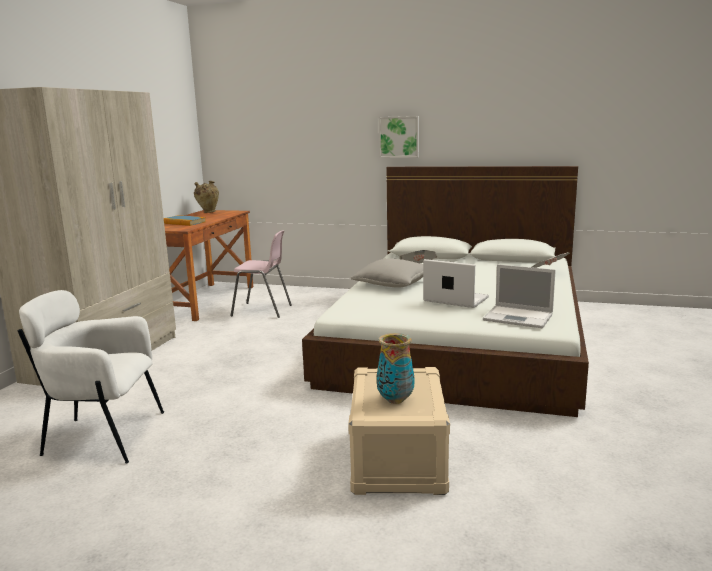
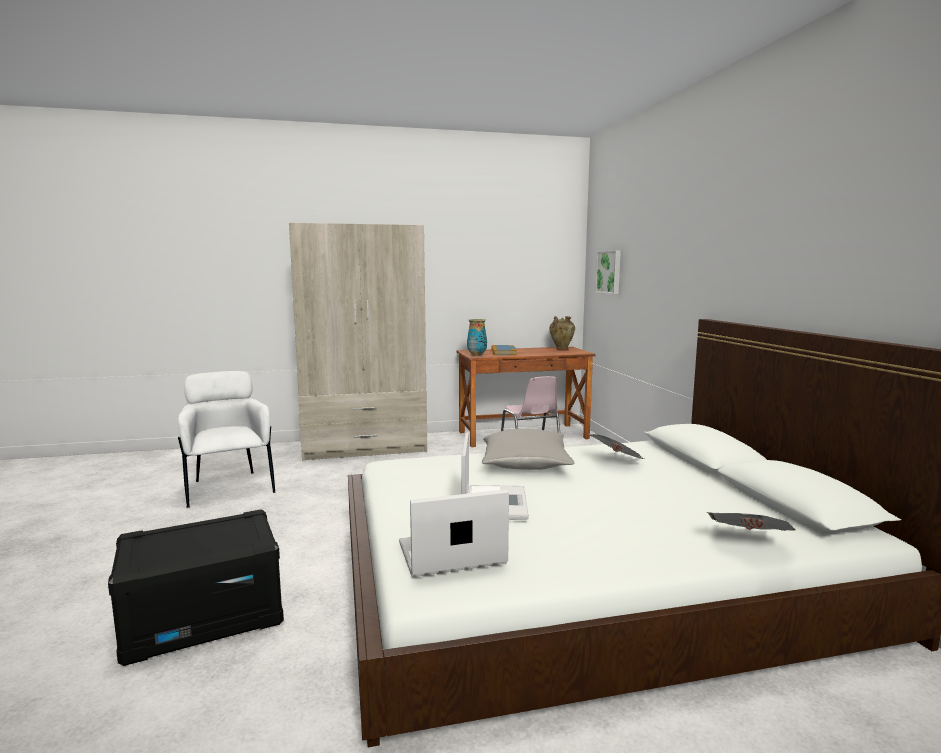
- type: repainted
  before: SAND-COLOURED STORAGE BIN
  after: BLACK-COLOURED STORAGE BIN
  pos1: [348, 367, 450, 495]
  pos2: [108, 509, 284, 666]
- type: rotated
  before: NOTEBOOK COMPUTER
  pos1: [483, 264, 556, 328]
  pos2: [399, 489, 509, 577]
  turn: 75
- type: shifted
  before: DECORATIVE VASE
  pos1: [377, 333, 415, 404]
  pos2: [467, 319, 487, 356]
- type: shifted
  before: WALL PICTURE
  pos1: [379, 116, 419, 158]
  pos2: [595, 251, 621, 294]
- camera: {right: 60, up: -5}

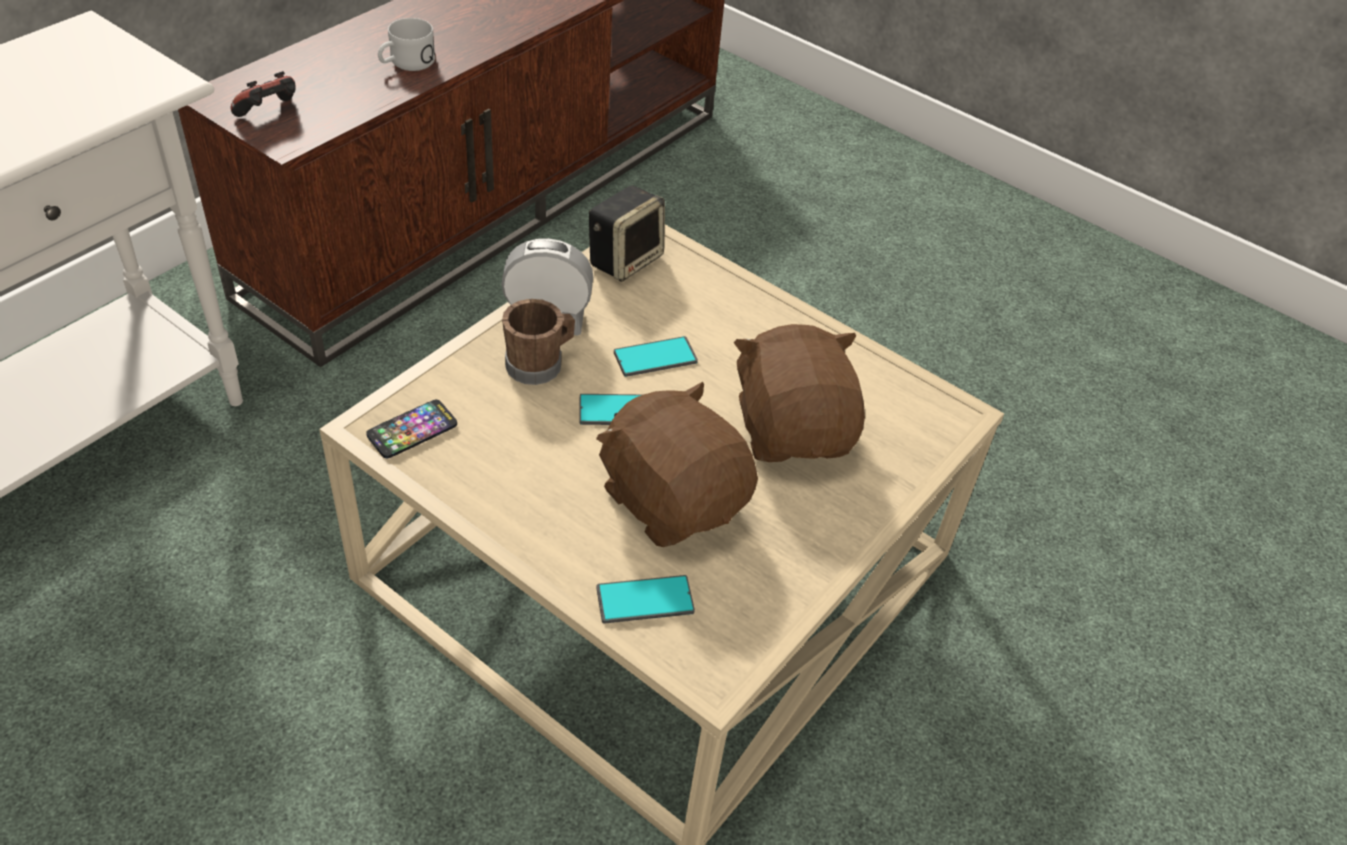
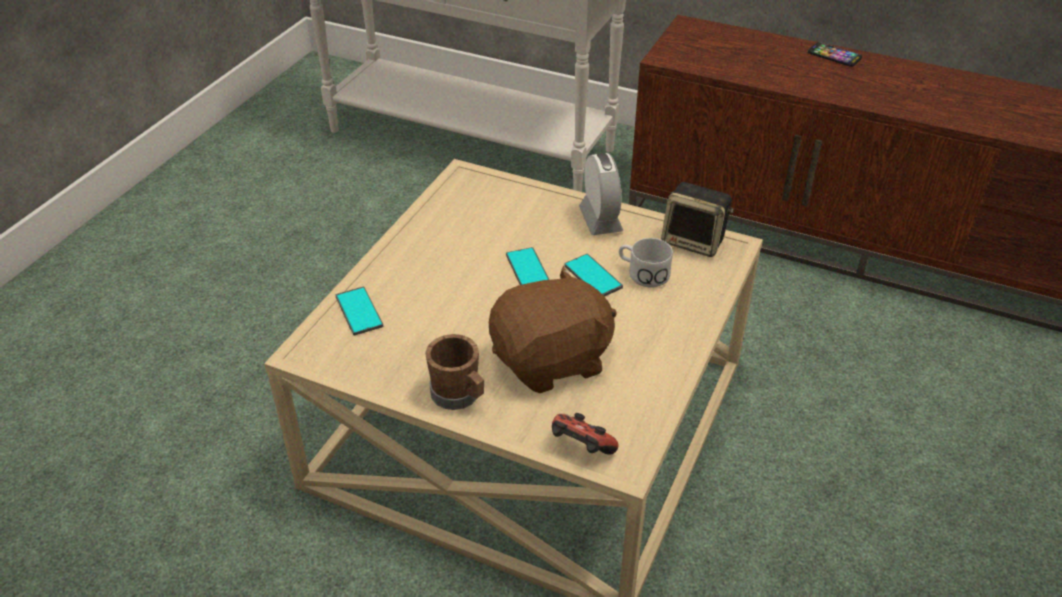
- type: shifted
  before: BROWNISH COFFEE MUG
  pos1: [502, 299, 575, 385]
  pos2: [425, 334, 484, 410]
- type: shifted
  before: GAME CONTROLLER
  pos1: [231, 71, 295, 117]
  pos2: [552, 413, 619, 455]
- type: shifted
  before: WHITISH COFFEE MUG
  pos1: [378, 18, 435, 71]
  pos2: [619, 238, 673, 288]
- type: shifted
  before: TELEPHONE
  pos1: [366, 400, 457, 458]
  pos2: [808, 42, 862, 67]
- type: gone
  before: BROWNISH SOFT TOY
  pos1: [596, 382, 758, 547]
- camera: {right: 80, up: -5}

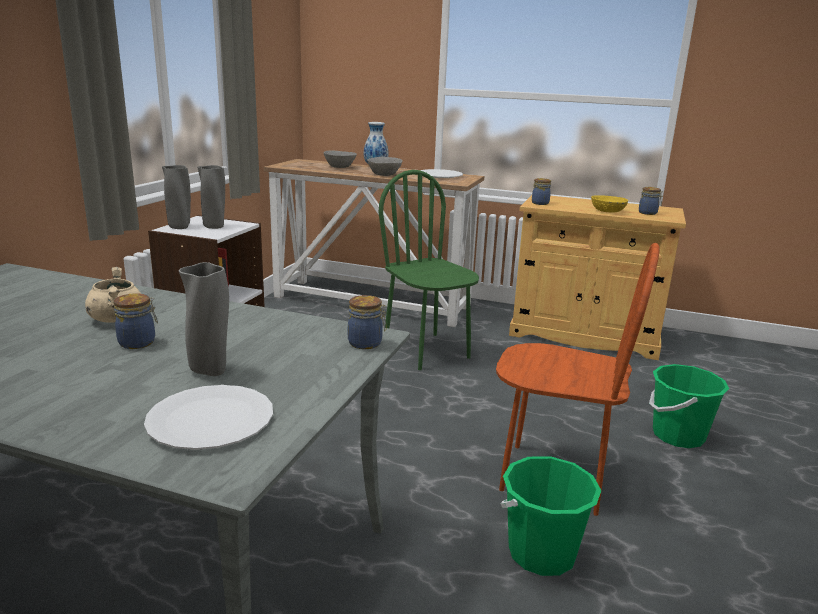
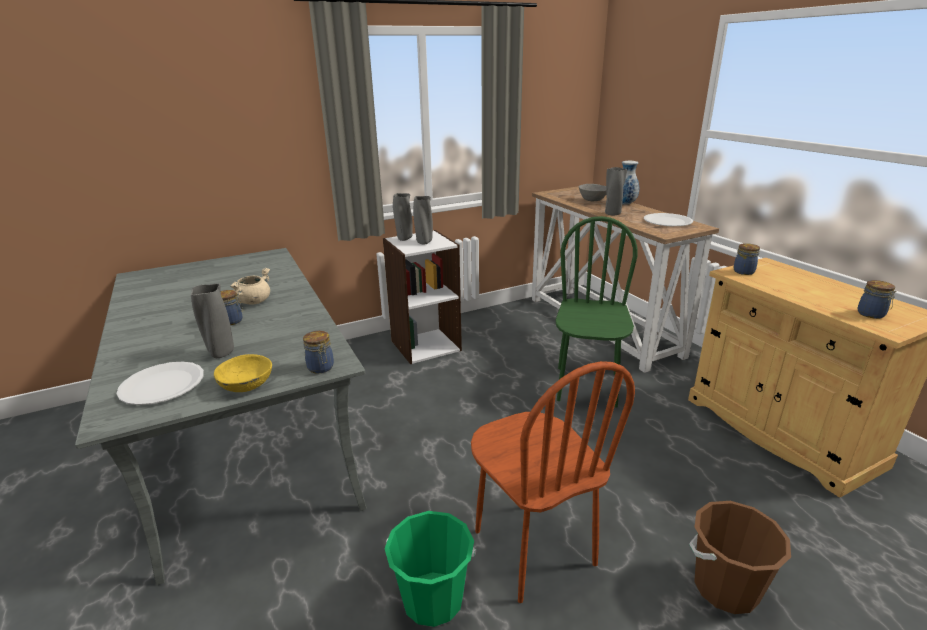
- type: shifted
  before: YELLOW-COLOURED DEEP DISH
  pos1: [591, 196, 628, 213]
  pos2: [214, 354, 272, 392]
- type: swapped
  before: GRAY DEEP DISH
  after: GRAY DECORATIVE VASE
  pos1: [367, 157, 402, 176]
  pos2: [605, 167, 628, 215]
- type: repainted
  before: GREEN PAIL
  after: BROWNISH PAIL
  pos1: [649, 364, 729, 448]
  pos2: [689, 501, 791, 614]
- camera: {right: 45, up: 5}

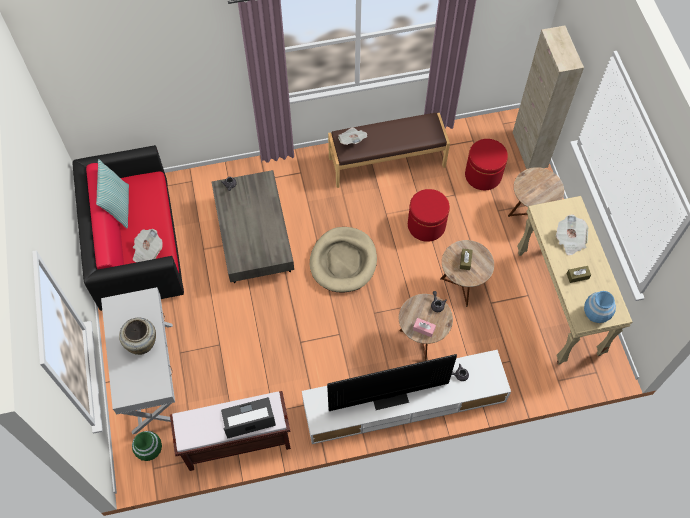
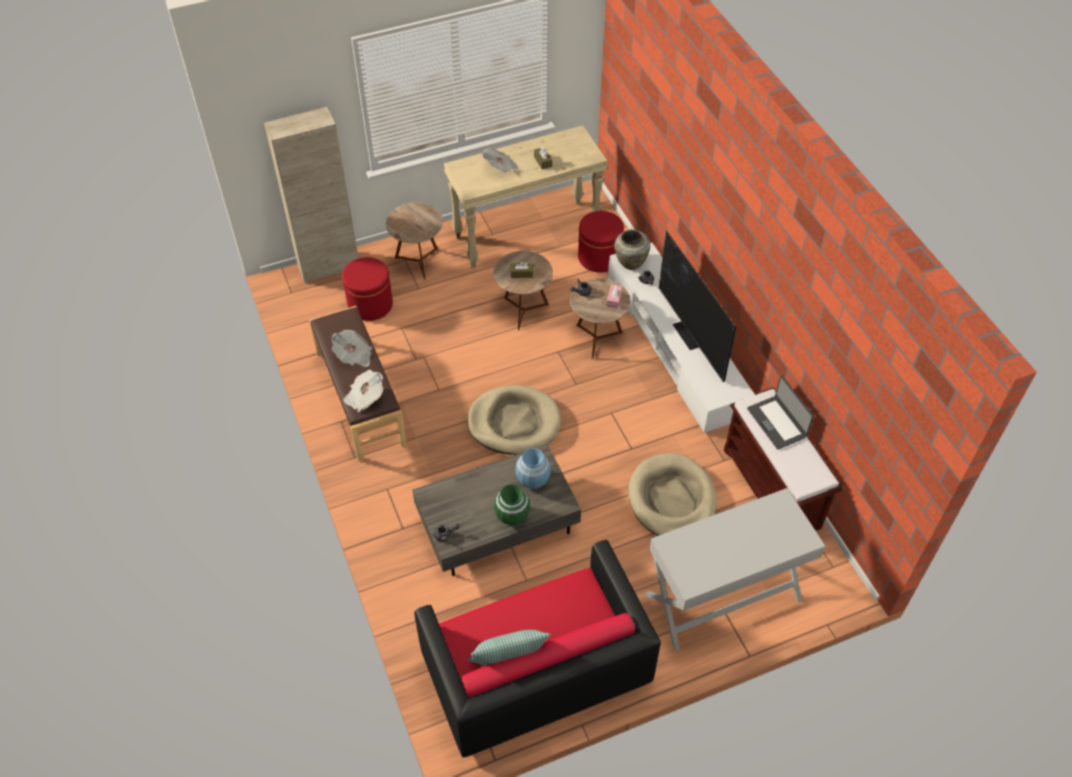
- type: shifted
  before: NEWSPAPER
  pos1: [133, 229, 163, 262]
  pos2: [331, 330, 372, 367]
- type: shifted
  before: GREEN DECORATIVE VASE
  pos1: [132, 431, 162, 461]
  pos2: [494, 484, 530, 526]
- type: shifted
  before: BLUISH DECORATIVE VASE
  pos1: [584, 291, 616, 323]
  pos2: [515, 448, 551, 489]
- type: shifted
  before: RED OTTOMAN
  pos1: [408, 189, 450, 242]
  pos2: [578, 211, 624, 273]
- type: shifted
  before: SAND-COLOURED DECORATIVE VASE
  pos1: [119, 318, 156, 355]
  pos2: [614, 229, 650, 270]
- type: new
  after: SAND-COLOURED DOG BED
  pos2: [628, 453, 717, 536]
- camera: {right: -100, up: -10}

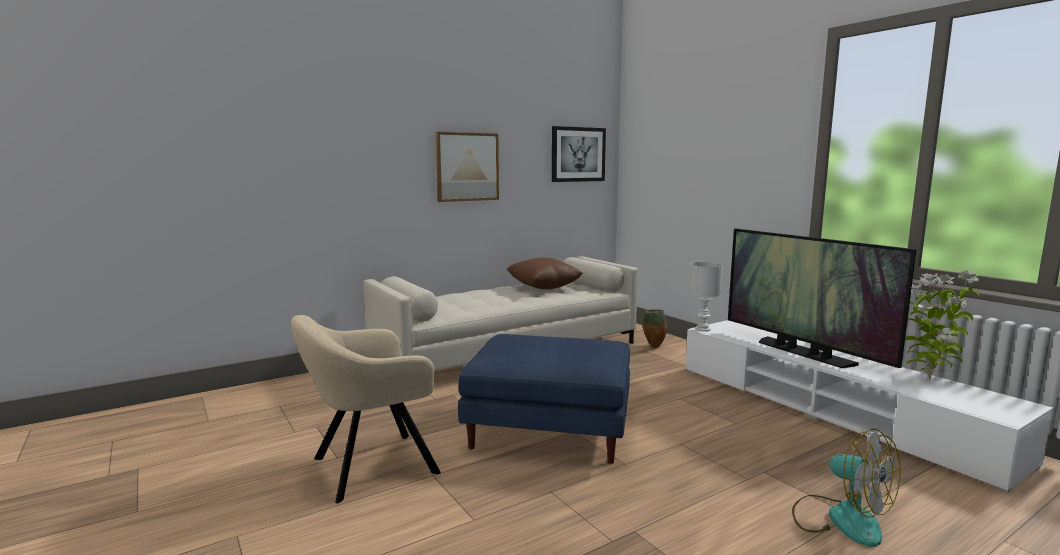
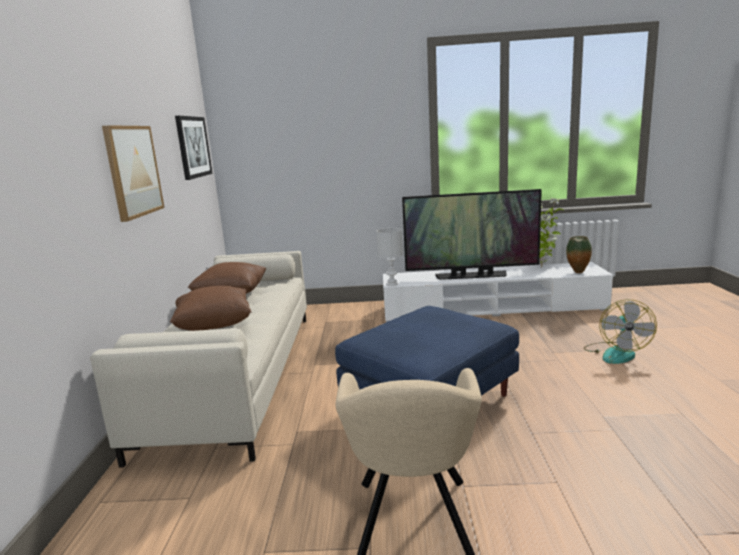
- type: new
  after: BROWNISH CUSHION
  pos2: [170, 286, 251, 331]
- type: shifted
  before: DECORATIVE VASE
  pos1: [643, 309, 667, 348]
  pos2: [566, 236, 592, 273]
- type: rotated
  before: ELECTRIC FAN
  pos1: [792, 429, 901, 547]
  pos2: [584, 299, 657, 364]
  turn: 105
- camera: {right: -55, up: 5}

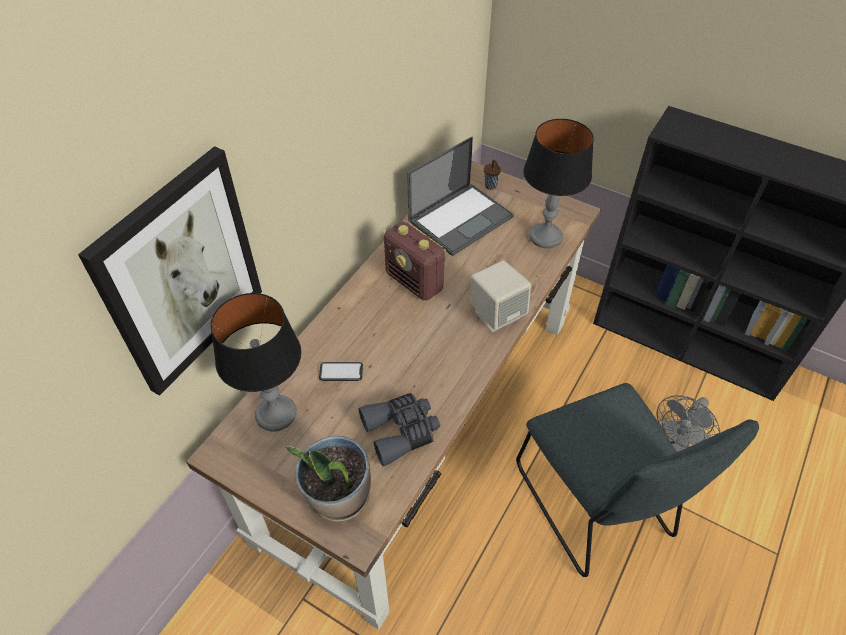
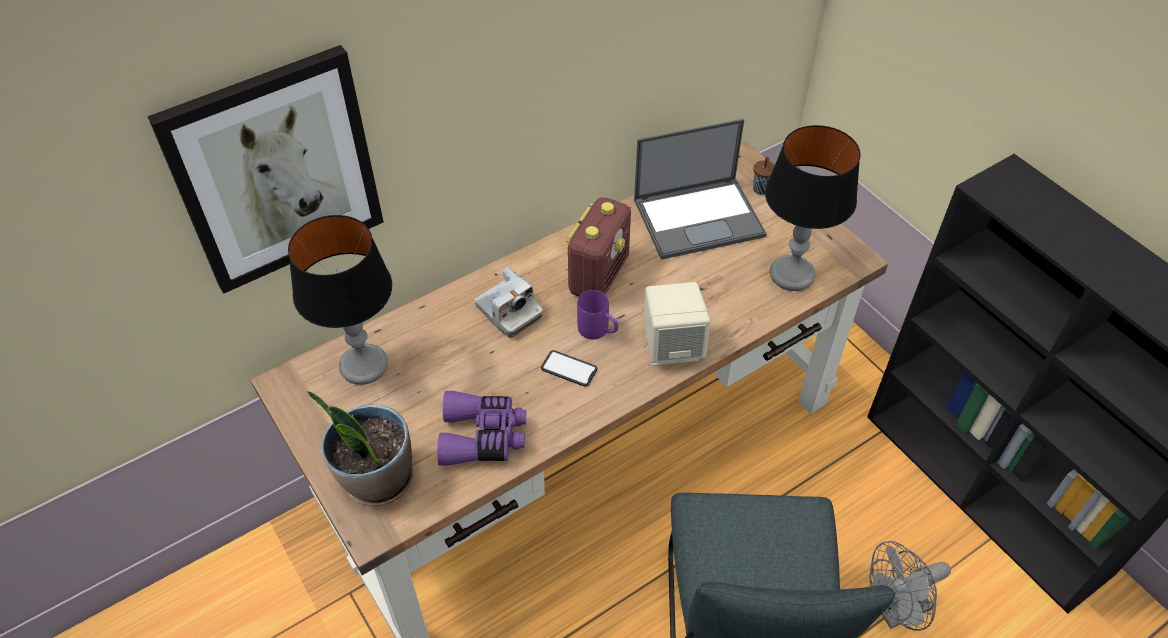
- type: repainted
  before: GRAY BINOCULARS
  after: PURPLE BINOCULARS
  pos1: [358, 393, 440, 466]
  pos2: [437, 391, 526, 466]
- type: new
  after: PHOTO CAMERA
  pos2: [475, 267, 543, 338]
- type: shifted
  before: TELEPHONE
  pos1: [319, 362, 363, 381]
  pos2: [541, 350, 598, 386]
- type: rotated
  before: RADIO SET
  pos1: [384, 221, 446, 301]
  pos2: [566, 197, 631, 297]
  turn: -135
- type: new
  after: PURPLE COFFEE MUG
  pos2: [577, 290, 618, 339]
- camera: {right: 25, up: 0}

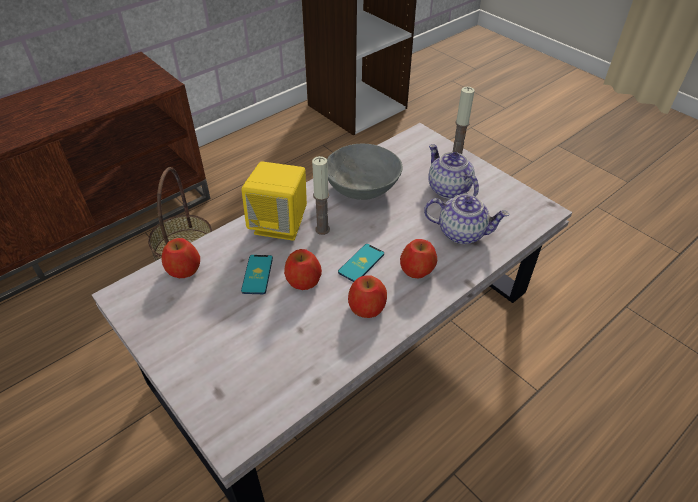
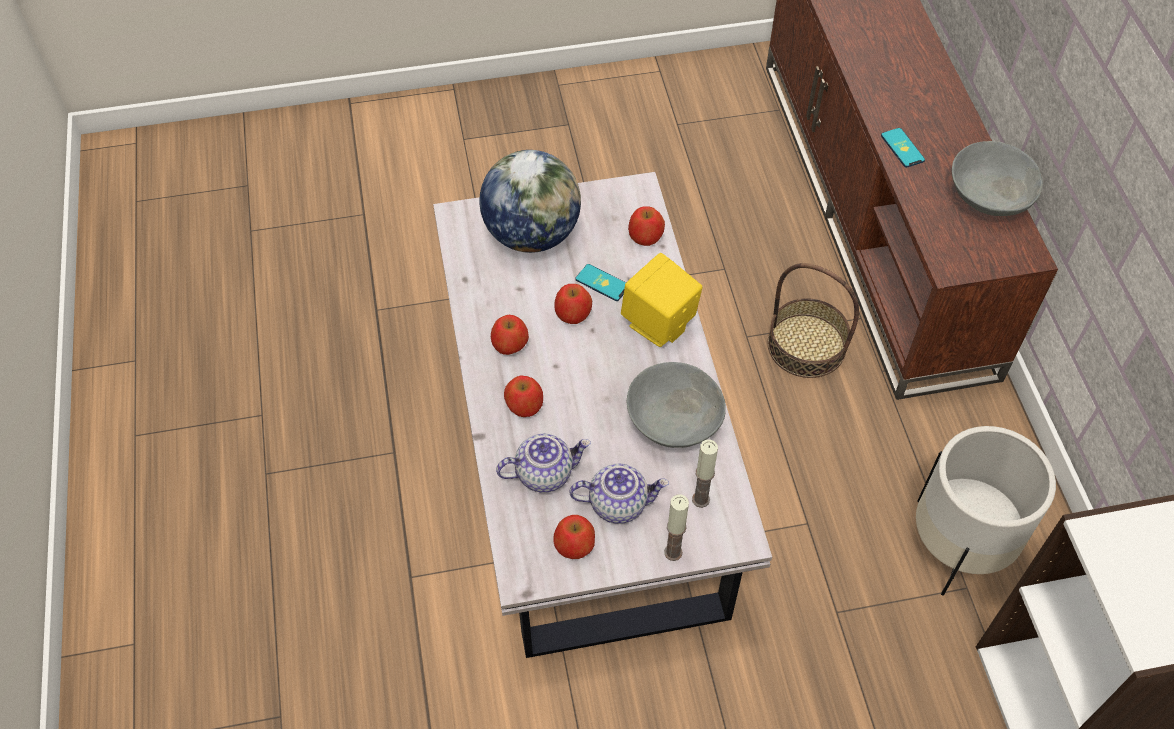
- type: new
  after: GLOBE
  pos2: [479, 150, 581, 253]
- type: rotated
  before: POT FOR TEA
  pos1: [424, 194, 509, 244]
  pos2: [496, 434, 591, 493]
  turn: -150
- type: new
  after: WHOLE APPLE
  pos2: [553, 515, 595, 559]
- type: shifted
  before: CANDLE
  pos1: [312, 156, 330, 235]
  pos2: [692, 440, 718, 508]
- type: shifted
  before: TELEPHONE
  pos1: [338, 244, 384, 282]
  pos2: [881, 128, 925, 168]
- type: new
  after: WHITISH PLANT POT
  pos2: [916, 426, 1056, 596]
- type: new
  after: GRAY DEEP DISH
  pos2: [952, 141, 1043, 216]
- camera: {right: 120, up: 10}

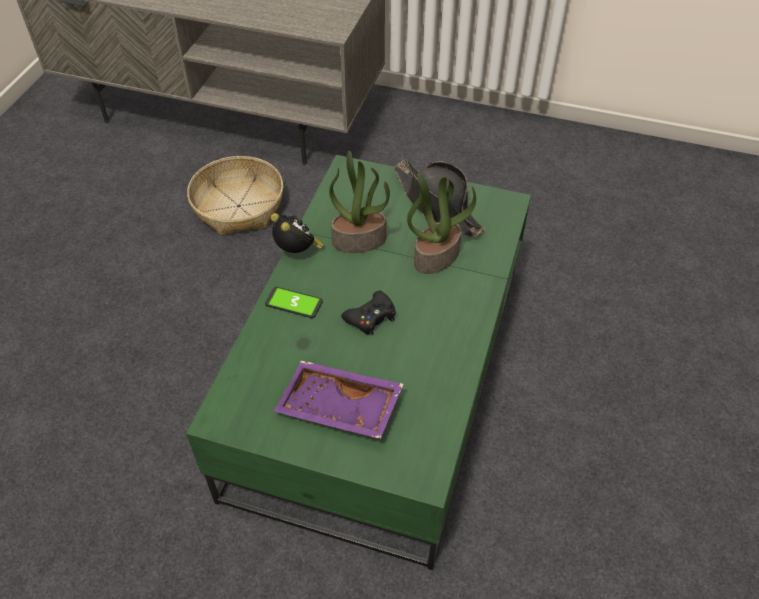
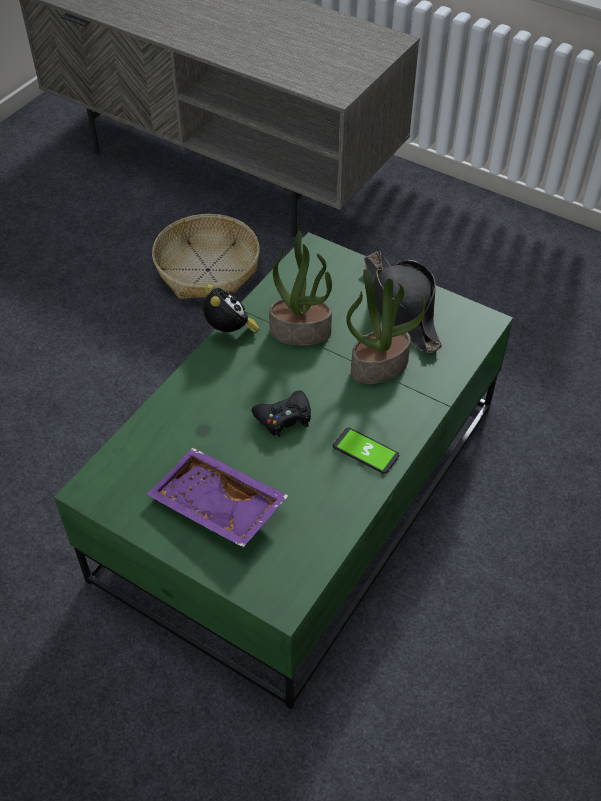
- type: shifted
  before: TELEPHONE
  pos1: [265, 287, 323, 318]
  pos2: [333, 428, 399, 474]
- camera: {right: 15, up: 0}

